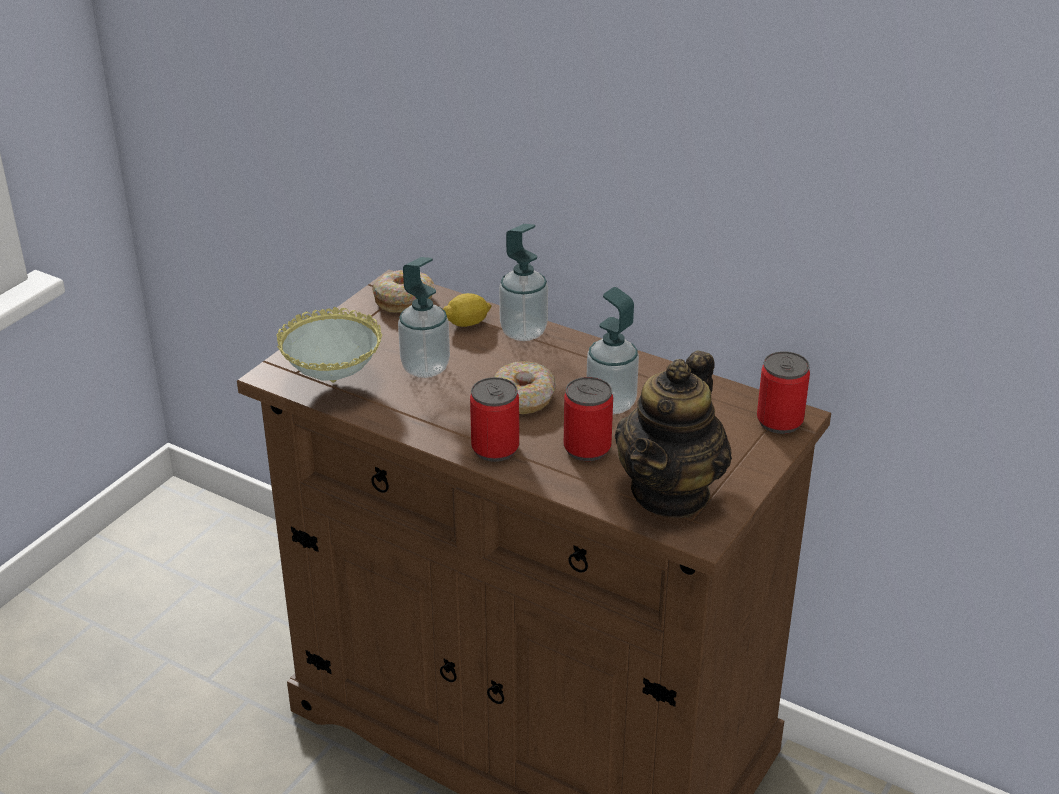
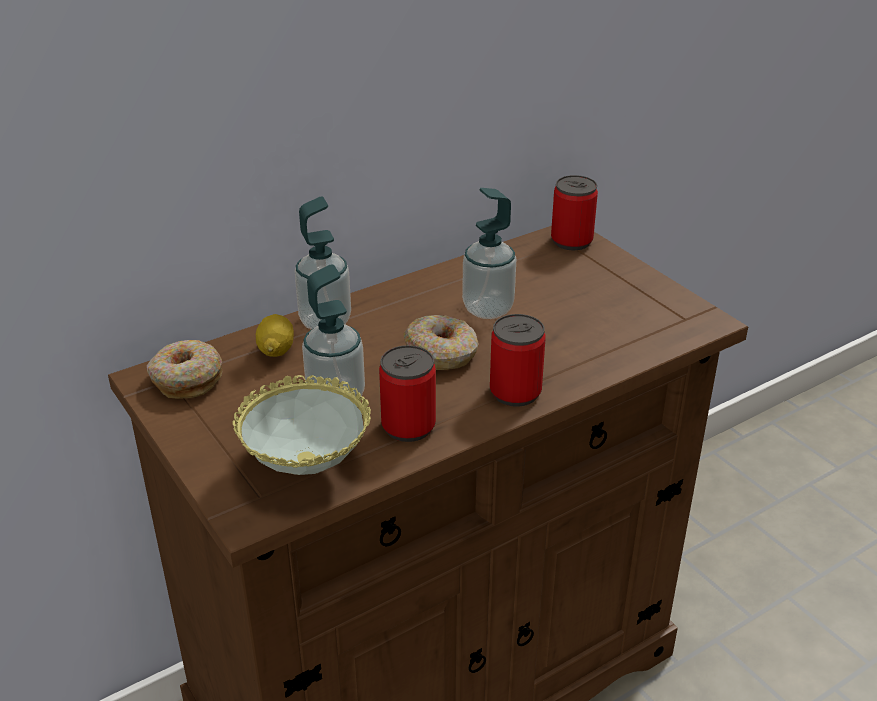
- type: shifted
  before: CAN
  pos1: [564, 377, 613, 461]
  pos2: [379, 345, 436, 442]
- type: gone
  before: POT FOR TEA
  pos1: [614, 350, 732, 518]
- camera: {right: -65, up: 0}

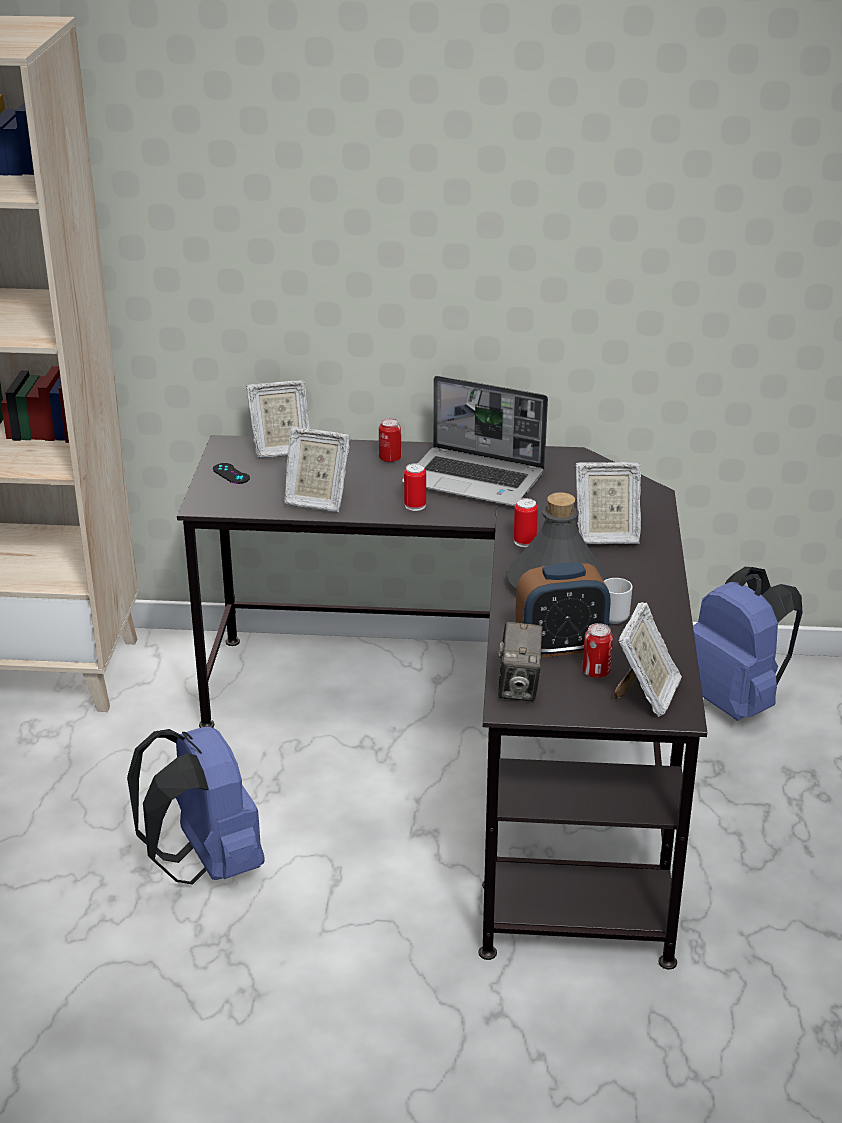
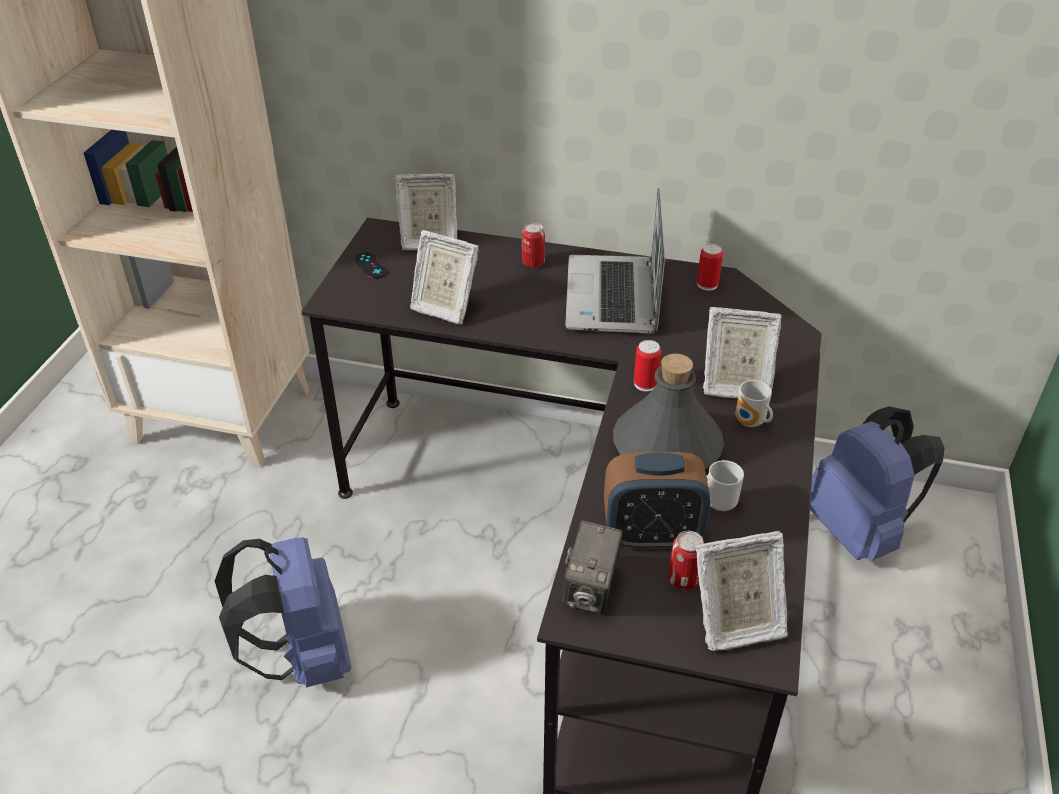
- type: rotated
  before: NOTEBOOK COMPUTER
  pos1: [402, 376, 548, 506]
  pos2: [565, 188, 665, 333]
  turn: 60
- type: rotated
  before: STANDING FRAME
  pos1: [614, 602, 682, 717]
  pos2: [695, 531, 788, 651]
  turn: 45
- type: shifted
  before: CAN
  pos1: [404, 464, 426, 511]
  pos2: [697, 244, 723, 291]
- type: new
  after: COFFEE MUG
  pos2: [736, 380, 773, 427]
- camera: {right: 10, up: 10}

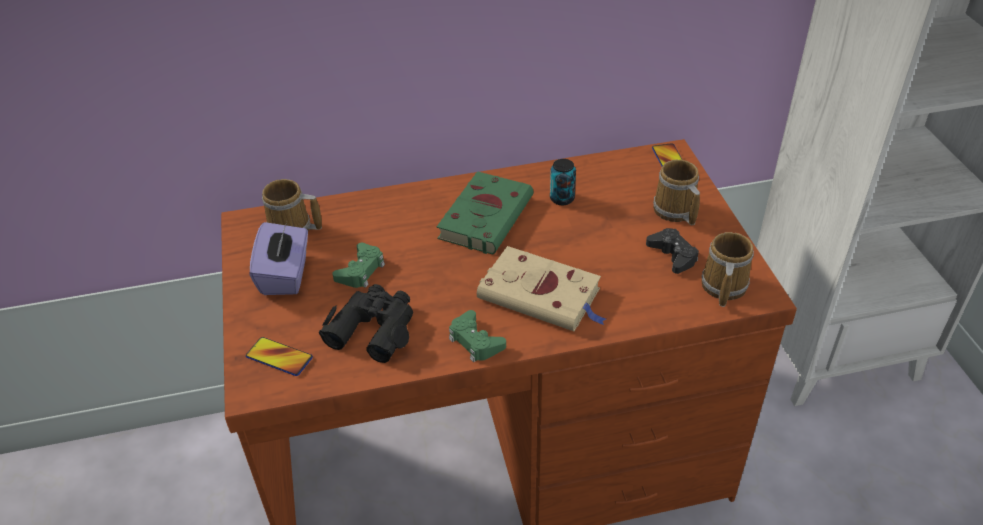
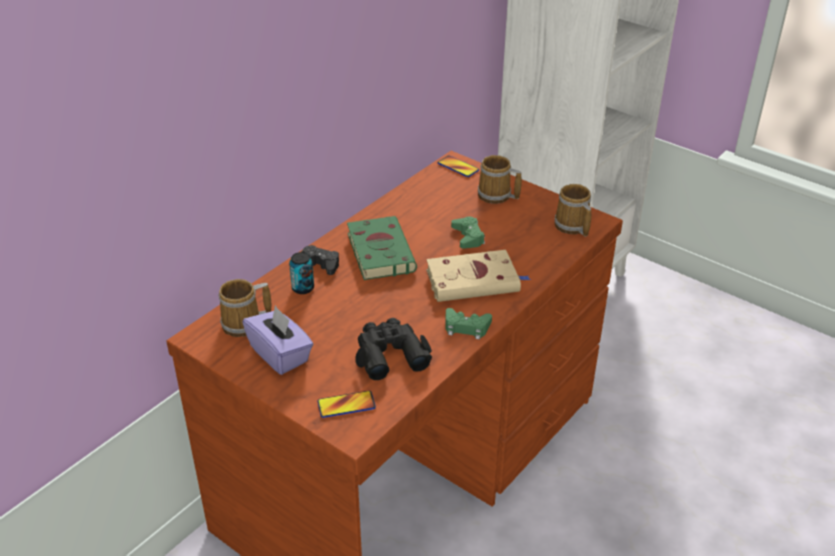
- type: shifted
  before: CAN
  pos1: [550, 159, 576, 205]
  pos2: [289, 252, 314, 294]
- type: shifted
  before: BLACK-COLOURED GAME CONTROLLER
  pos1: [646, 228, 699, 274]
  pos2: [301, 245, 339, 275]
- type: shifted
  before: GREEN GAME CONTROLLER
  pos1: [332, 243, 385, 288]
  pos2: [451, 217, 485, 249]
- camera: {right: -40, up: -5}

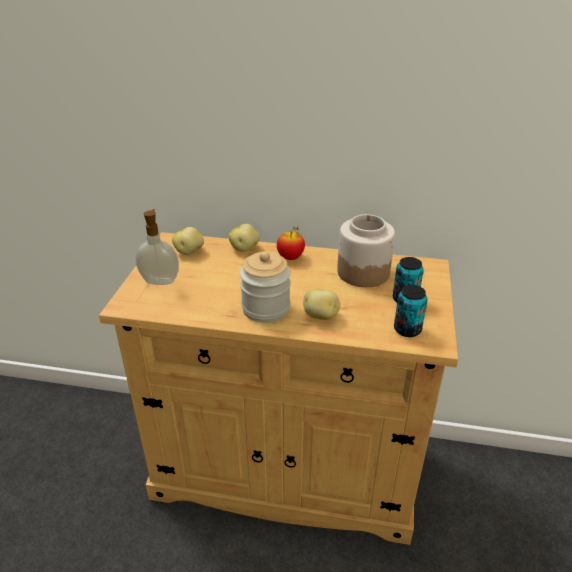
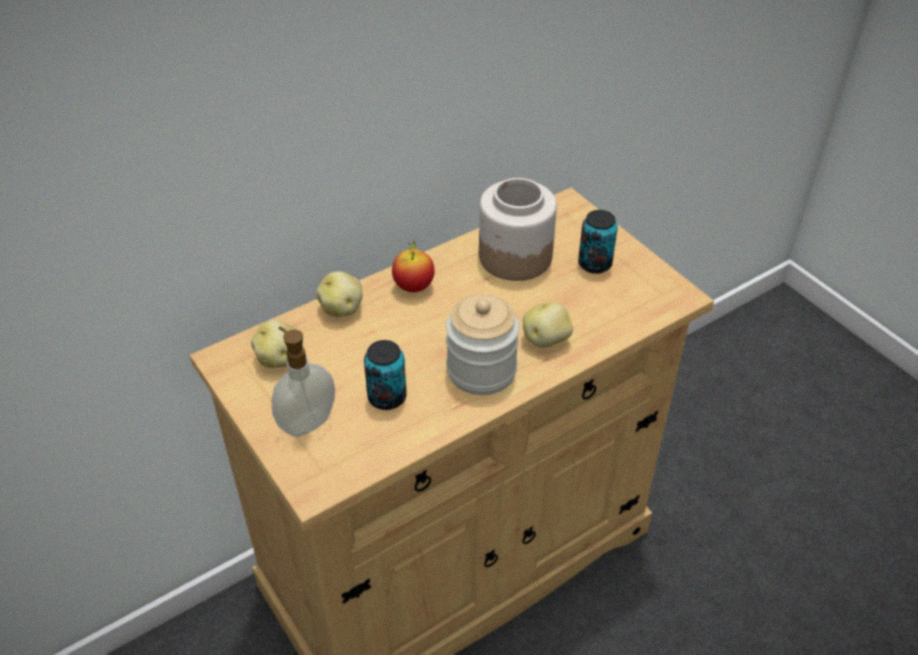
- type: shifted
  before: CAN
  pos1: [394, 285, 427, 337]
  pos2: [364, 340, 407, 410]
- camera: {right: -45, up: 10}

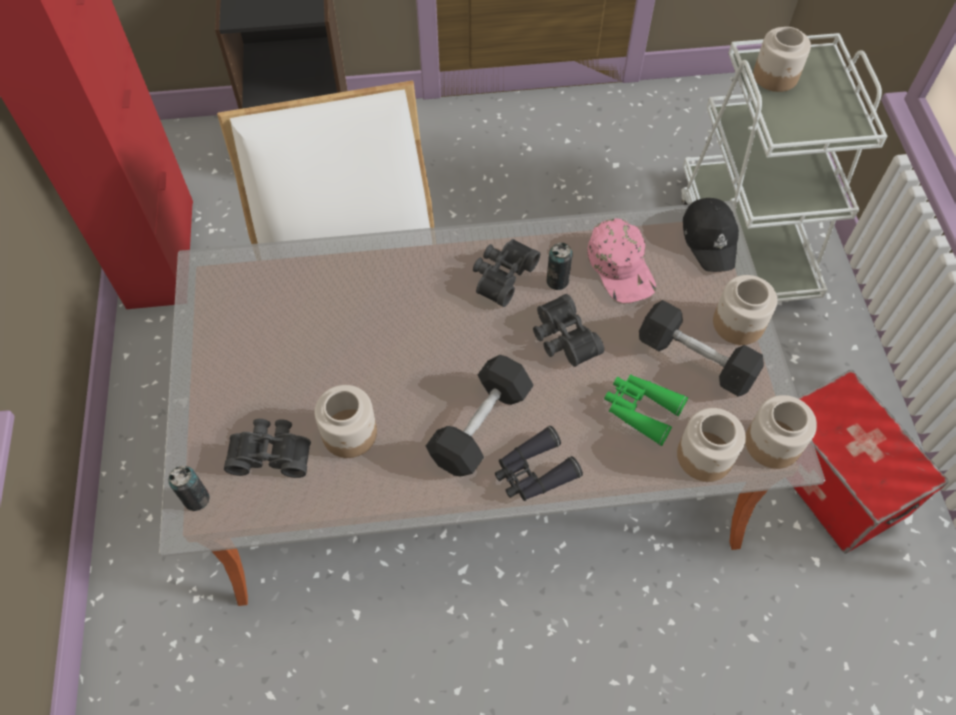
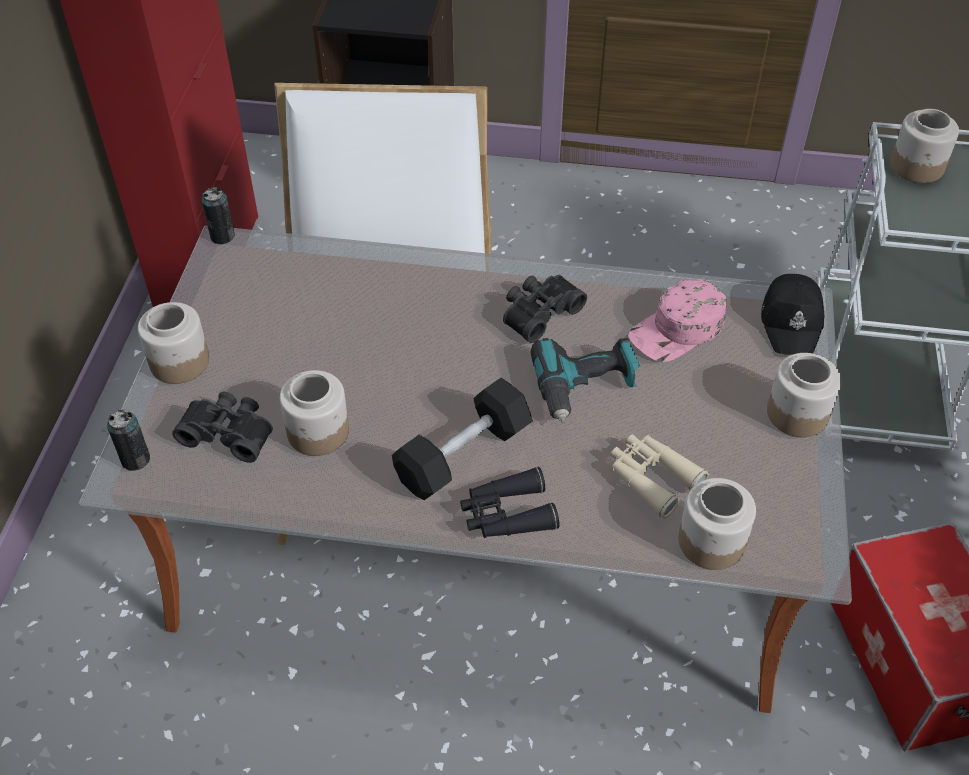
- type: shifted
  before: JAR
  pos1: [745, 395, 817, 469]
  pos2: [138, 302, 209, 384]
- type: shifted
  before: CAN
  pos1: [546, 243, 573, 290]
  pos2: [201, 187, 235, 245]
- type: swapped
  before: BLACK-COLOURED BINOCULARS
  after: ELECTRIC DRILL
  pos1: [533, 294, 604, 367]
  pos2: [531, 337, 640, 424]
- type: repainted
  before: GREEN BINOCULARS
  after: SAND-COLOURED BINOCULARS
  pos1: [604, 374, 688, 446]
  pos2: [610, 434, 709, 519]
- type: rotated
  before: PINKISH PEAKED CAP
  pos1: [587, 218, 656, 303]
  pos2: [628, 280, 727, 362]
  turn: 60
- type: gone
  before: BLACK-COLOURED DUMBBELL
  pos1: [639, 300, 764, 397]
- camera: {right: 15, up: -10}

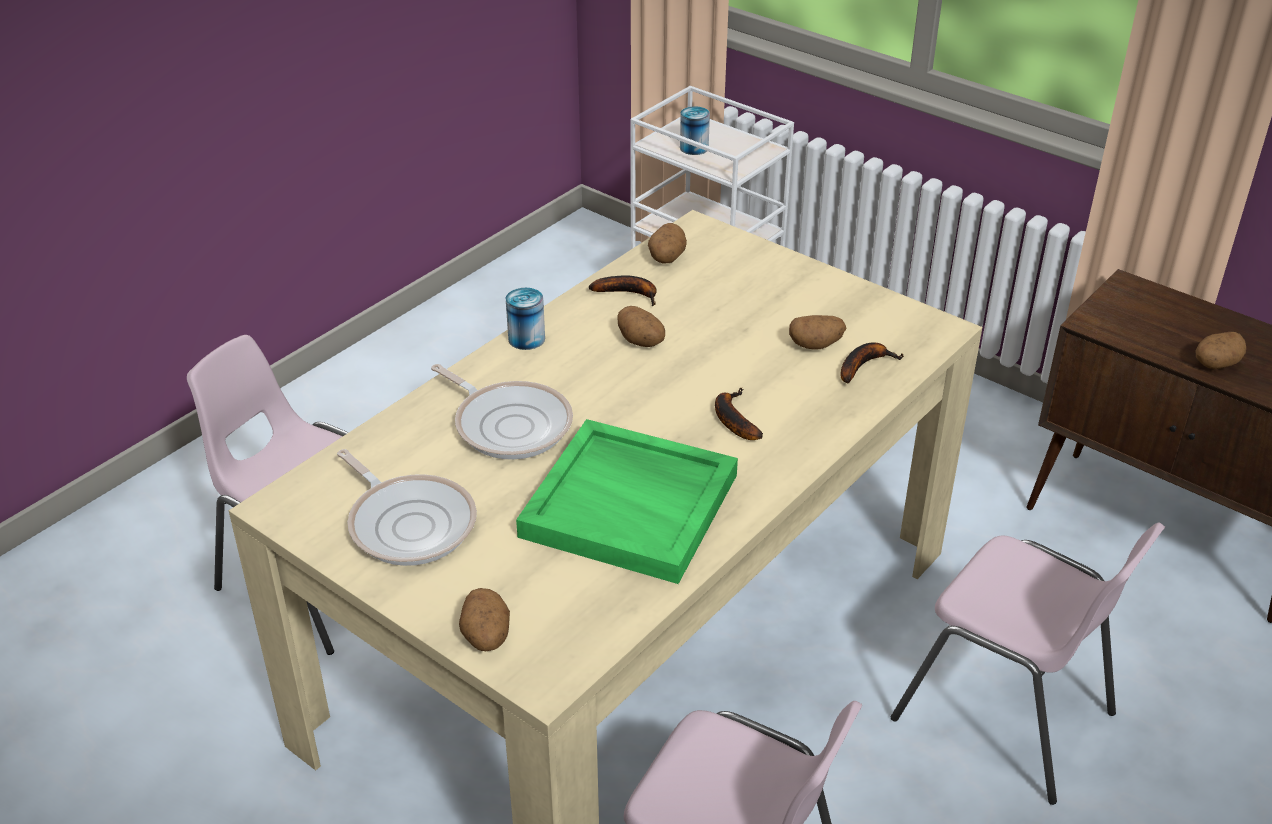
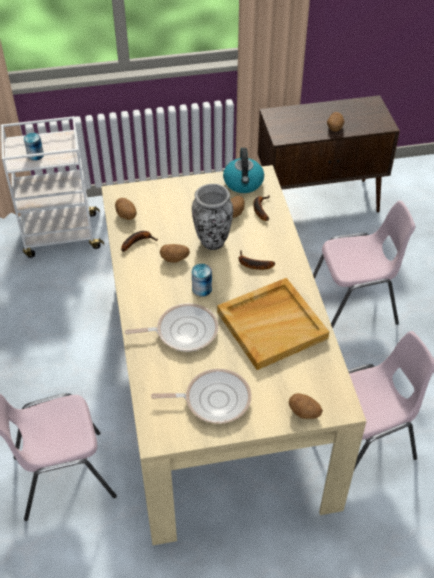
- type: new
  after: DECORATIVE VASE
  pos2: [192, 184, 233, 250]
- type: shifted
  before: CAN
  pos1: [506, 288, 545, 350]
  pos2: [192, 264, 212, 297]
- type: repainted
  before: GREEN SERVING TRAY
  after: SAND-COLOURED SERVING TRAY
  pos1: [516, 419, 738, 584]
  pos2: [217, 278, 329, 370]
- type: new
  after: KETTLE
  pos2: [223, 148, 264, 193]
- camera: {right: -50, up: 10}

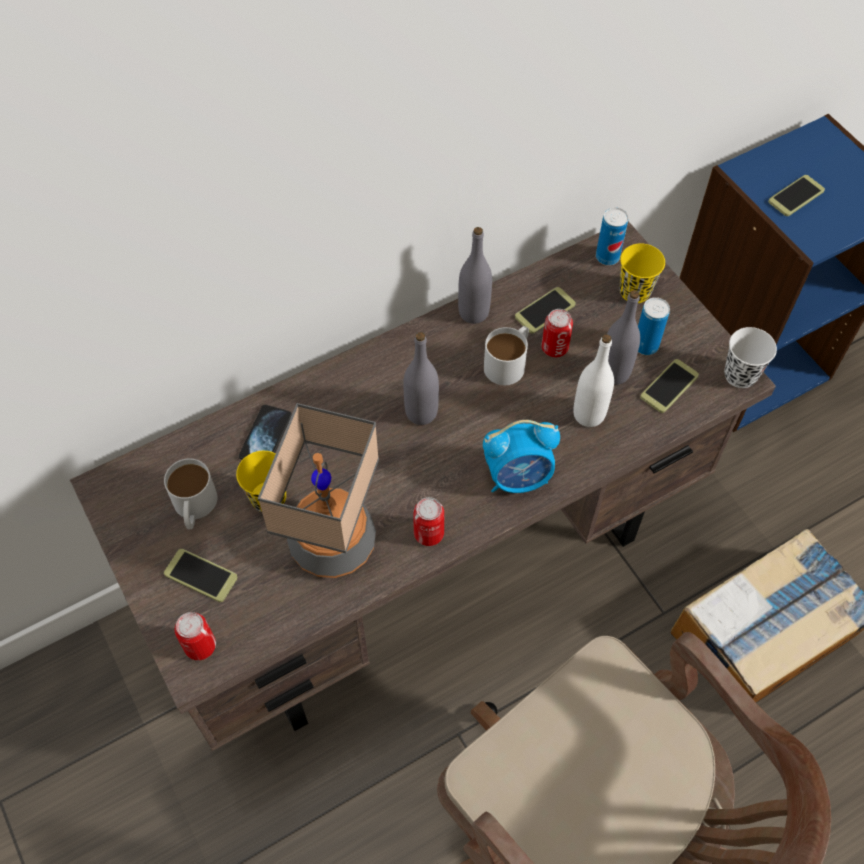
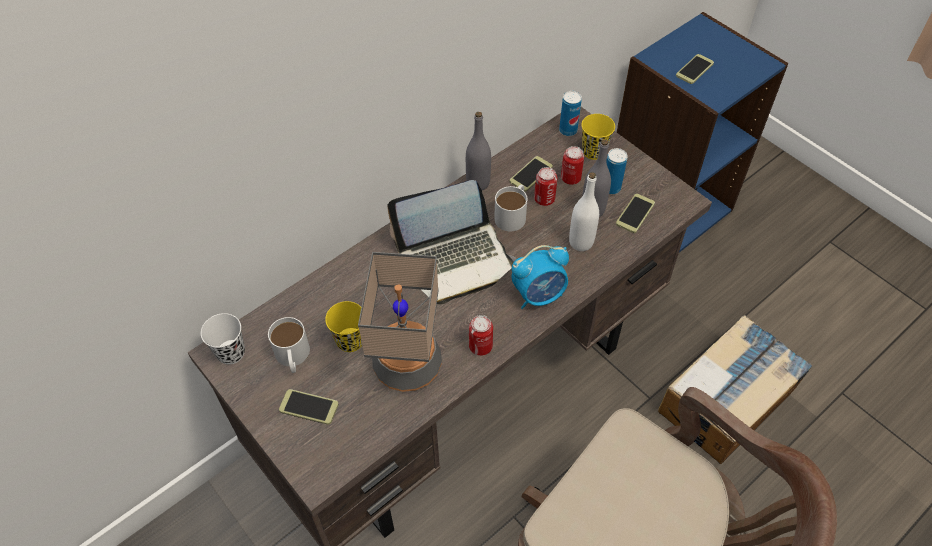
- type: shifted
  before: WHITISH DRINKING CUP
  pos1: [724, 327, 777, 388]
  pos2: [201, 313, 245, 365]
- type: swapped
  before: GRAY DRINK BOTTLE
  after: NOTEBOOK COMPUTER
  pos1: [403, 332, 439, 425]
  pos2: [387, 180, 516, 305]
- type: shifted
  before: CAN
  pos1: [175, 612, 216, 660]
  pos2: [561, 146, 584, 185]
- type: gone
  before: TELEPHONE
  pos1: [239, 405, 292, 460]
- camera: {right: -10, up: -5}

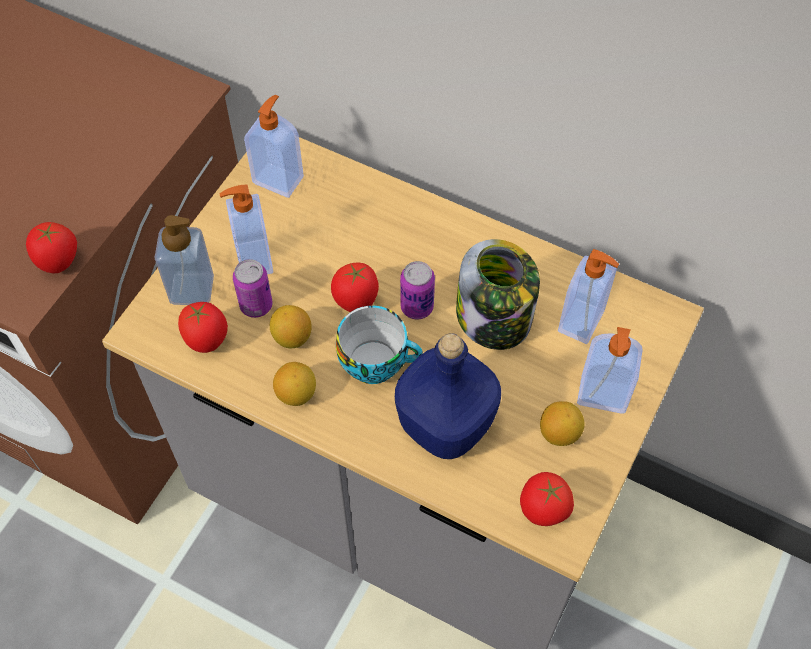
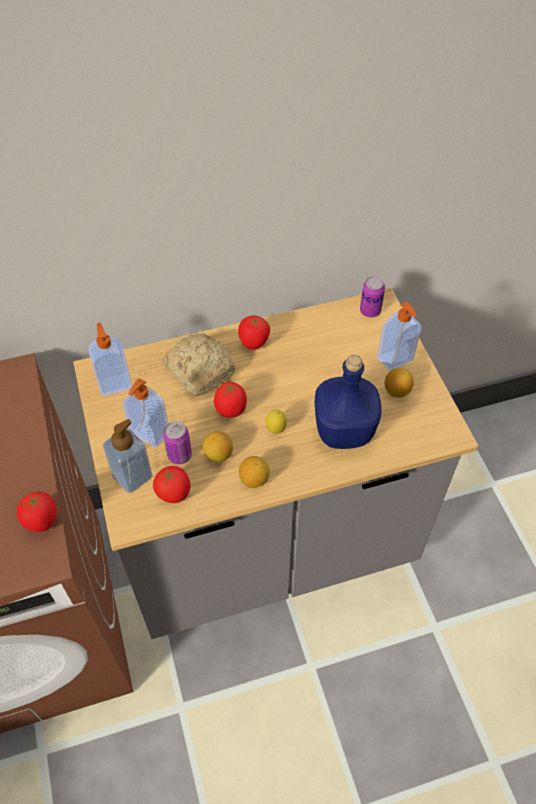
- type: new
  after: BAKED BREAD
  pos2: [162, 333, 235, 396]
- type: shifted
  before: TOMATO
  pos1: [520, 472, 574, 526]
  pos2: [238, 315, 270, 350]
- type: swapped
  before: DRINKING CUP
  after: CITRUS FRUIT
  pos1: [336, 306, 423, 384]
  pos2: [265, 409, 287, 434]
- type: shifted
  before: CAN
  pos1: [400, 261, 435, 319]
  pos2: [360, 276, 385, 318]
- type: gone
  before: JAR
  pos1: [456, 239, 540, 350]
- type: gone
  before: SOAP BOTTLE
  pos1: [558, 249, 619, 344]
- camera: {right: -45, up: -5}

